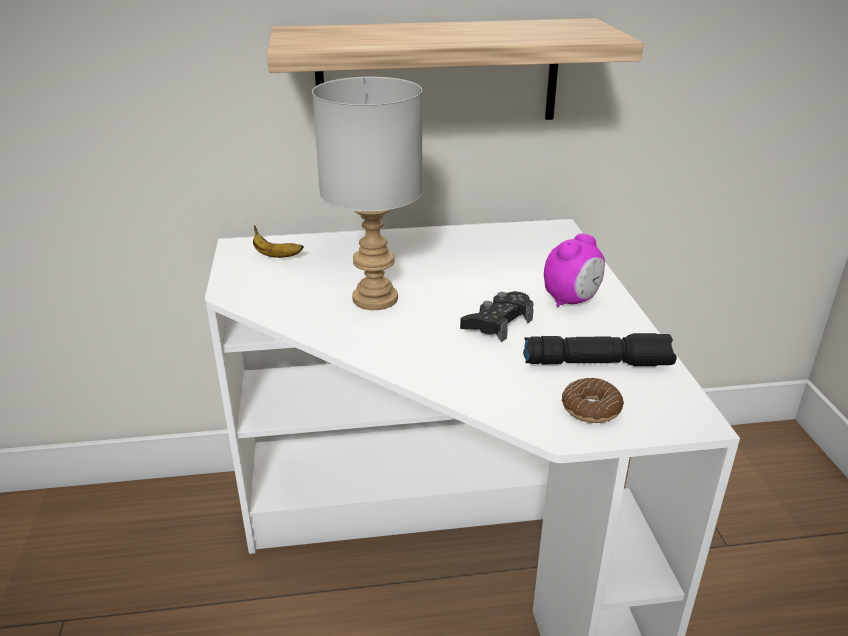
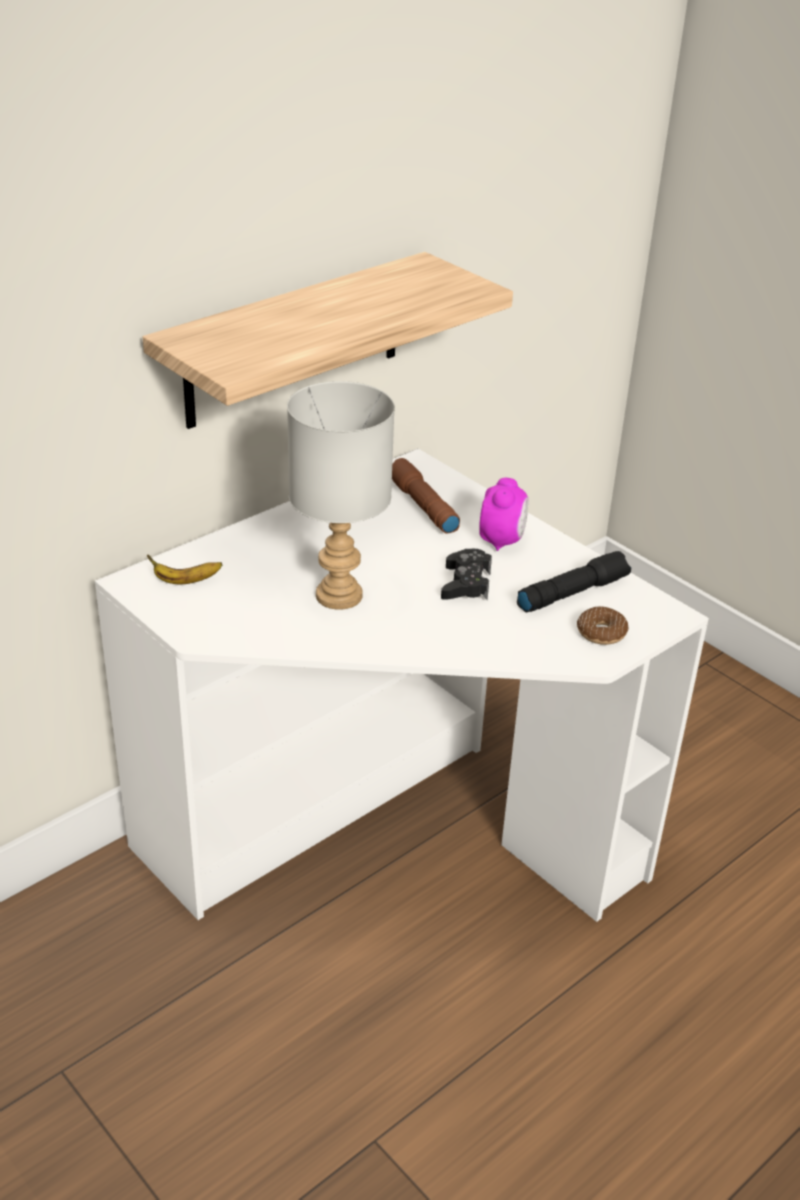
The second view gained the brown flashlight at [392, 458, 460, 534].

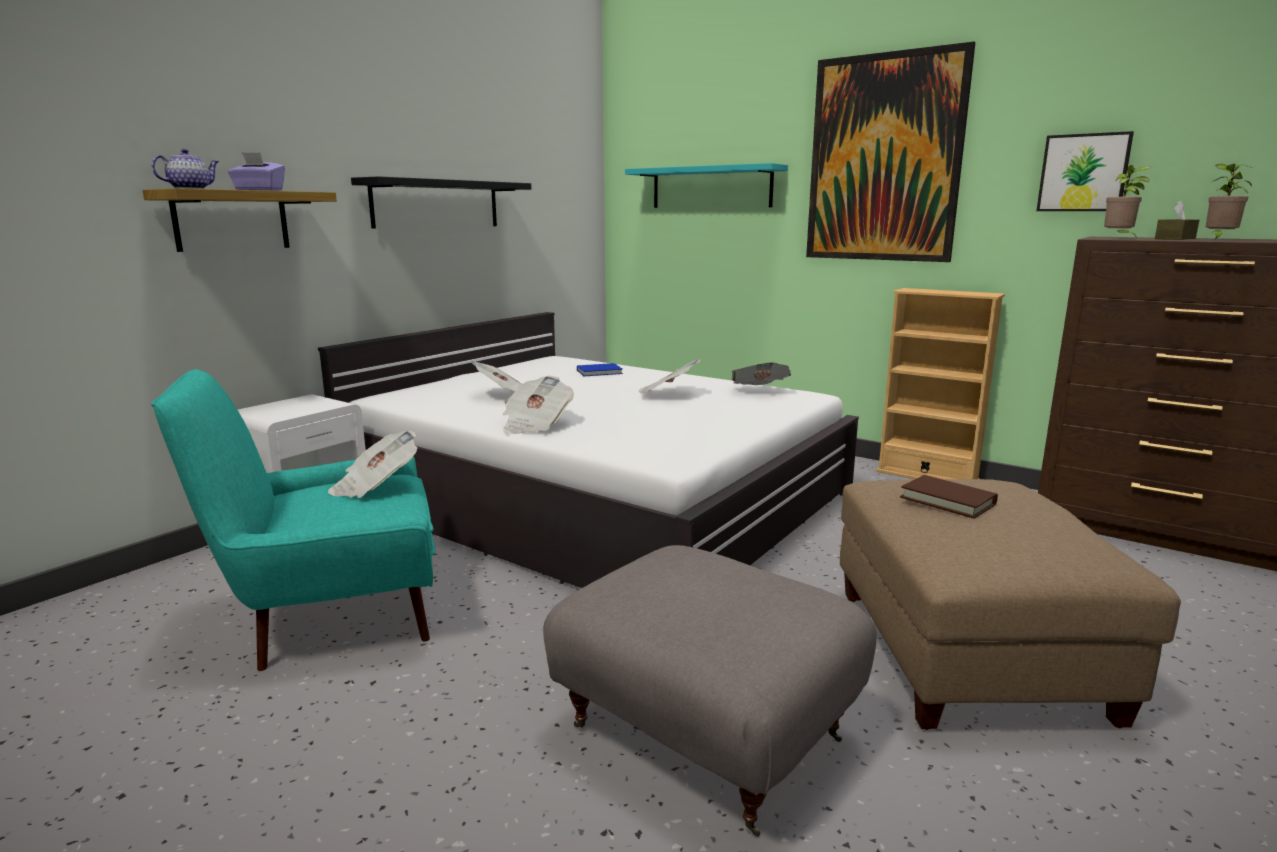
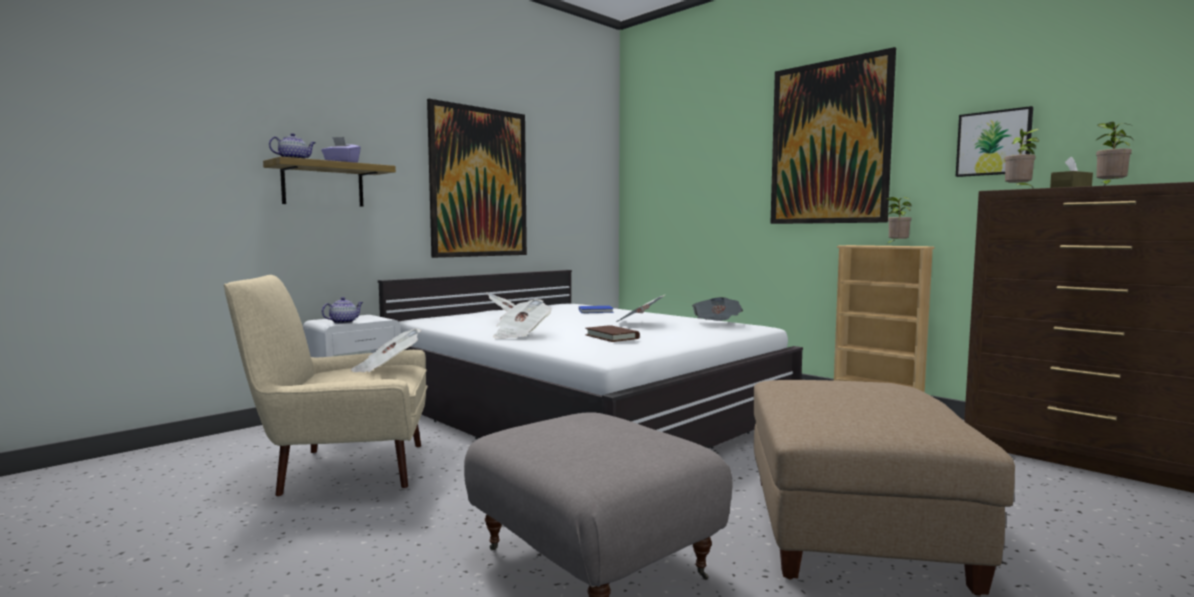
What was the turquoise armchair at [151, 369, 436, 671] turned into the beige armchair at [224, 275, 428, 496].
Where the black shelf hung at [351, 176, 531, 229], the picture came to hang at [427, 99, 527, 258].
The second view lost the turquoise shelf at [625, 163, 788, 208].
The brown book ended up elsewhere, having gone from [900, 475, 998, 519] to [585, 325, 640, 342].
The second view gained the teapot at [321, 297, 363, 324].
The second view gained the potted plant at [886, 197, 912, 245].

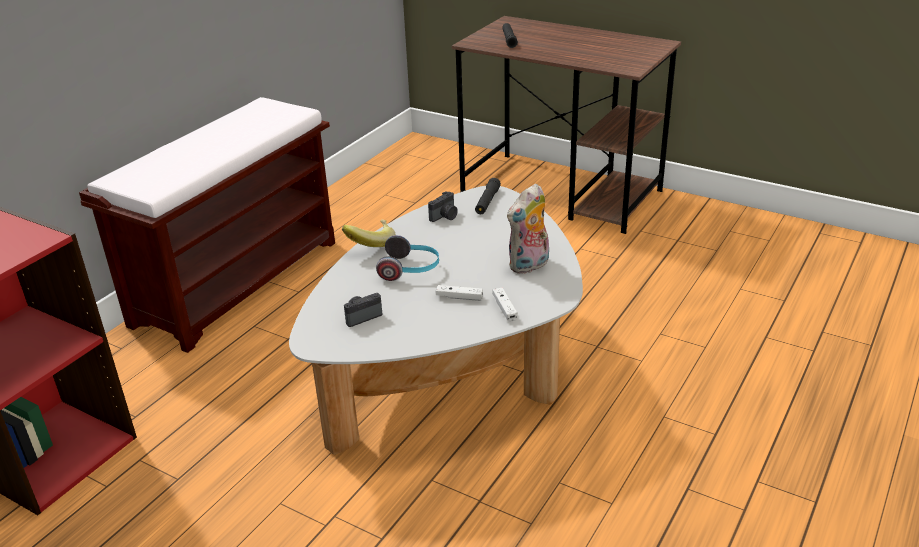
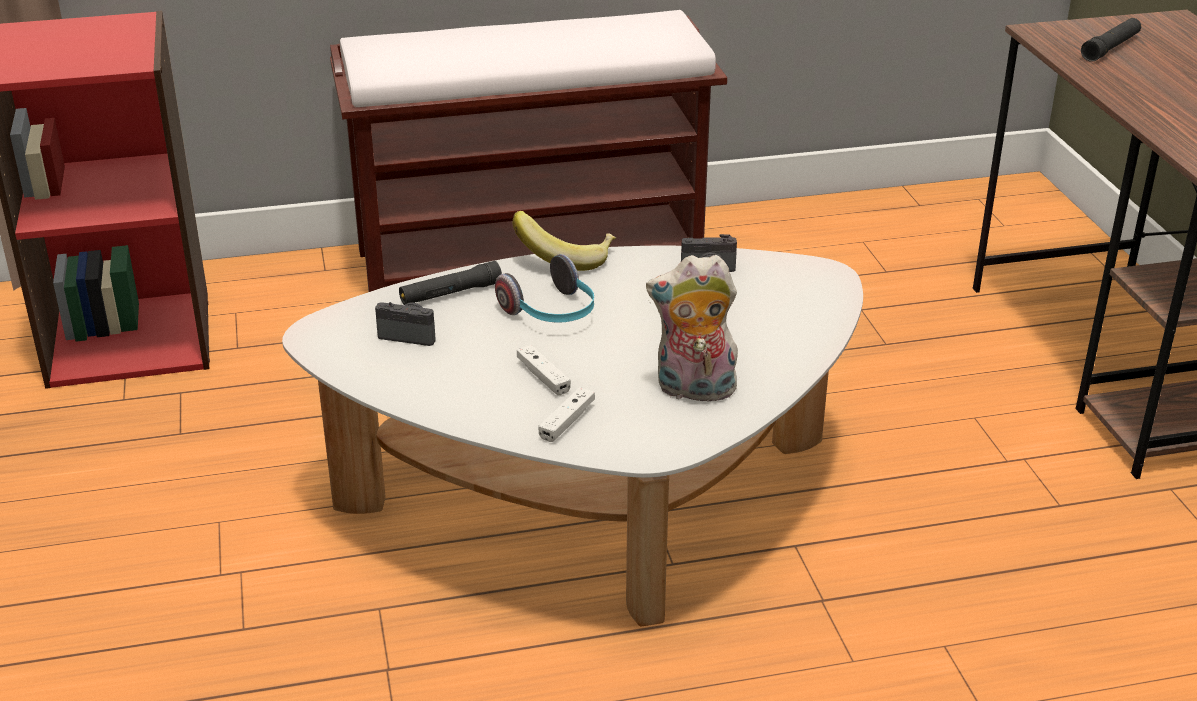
The black flashlight ended up elsewhere, having gone from [475, 178, 501, 214] to [399, 261, 502, 305].

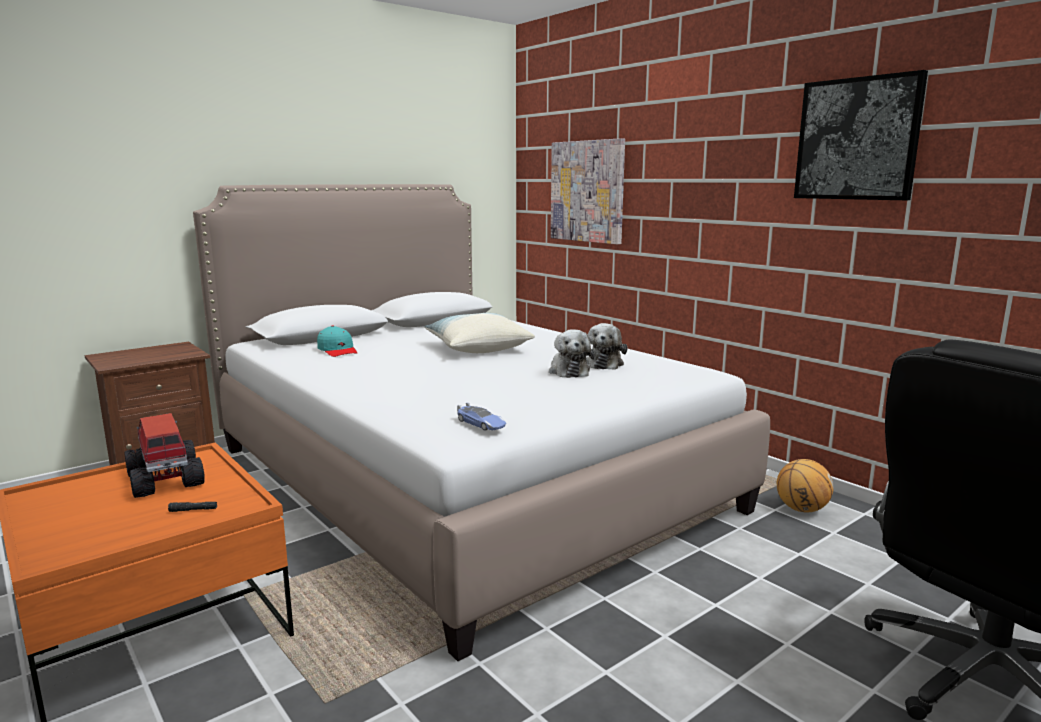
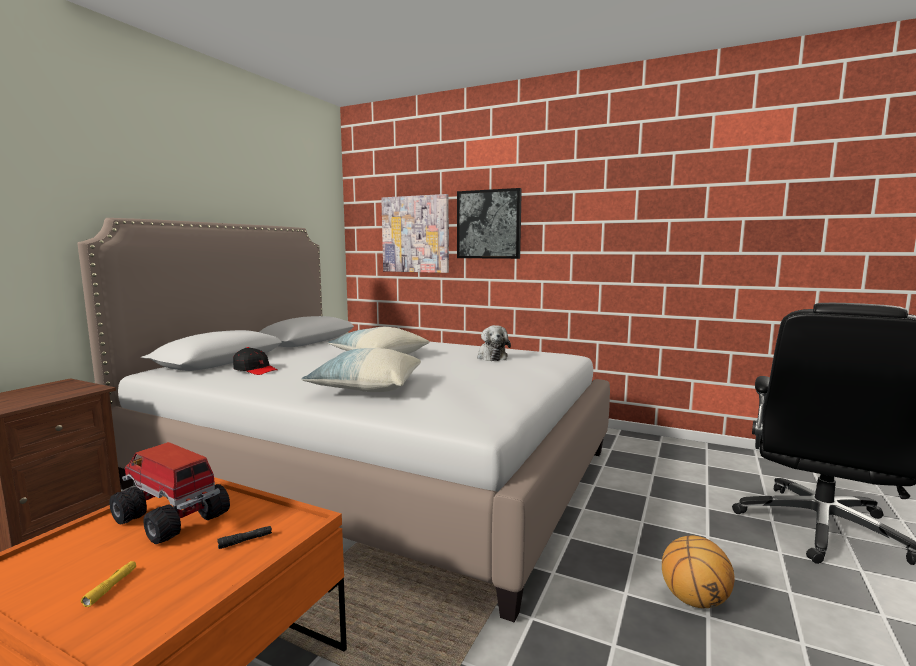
What was the turquoise cap at [317, 326, 357, 357] turned into the black cap at [233, 347, 278, 375].
The second view lost the toy car at [457, 402, 506, 430].
The second view lost the plush toy at [549, 329, 594, 378].
The basketball ended up elsewhere, having gone from [777, 459, 834, 512] to [662, 536, 735, 608].
The picture ended up elsewhere, having gone from [794, 70, 928, 200] to [457, 188, 522, 259].
The second view gained the yellow flashlight at [81, 561, 136, 607].
The second view gained the pillow at [301, 348, 421, 392].

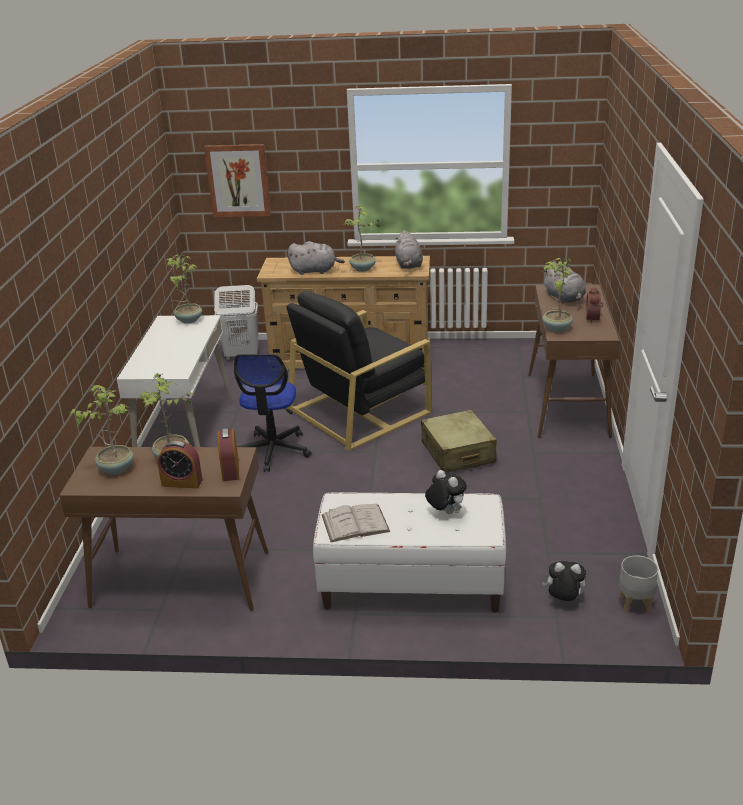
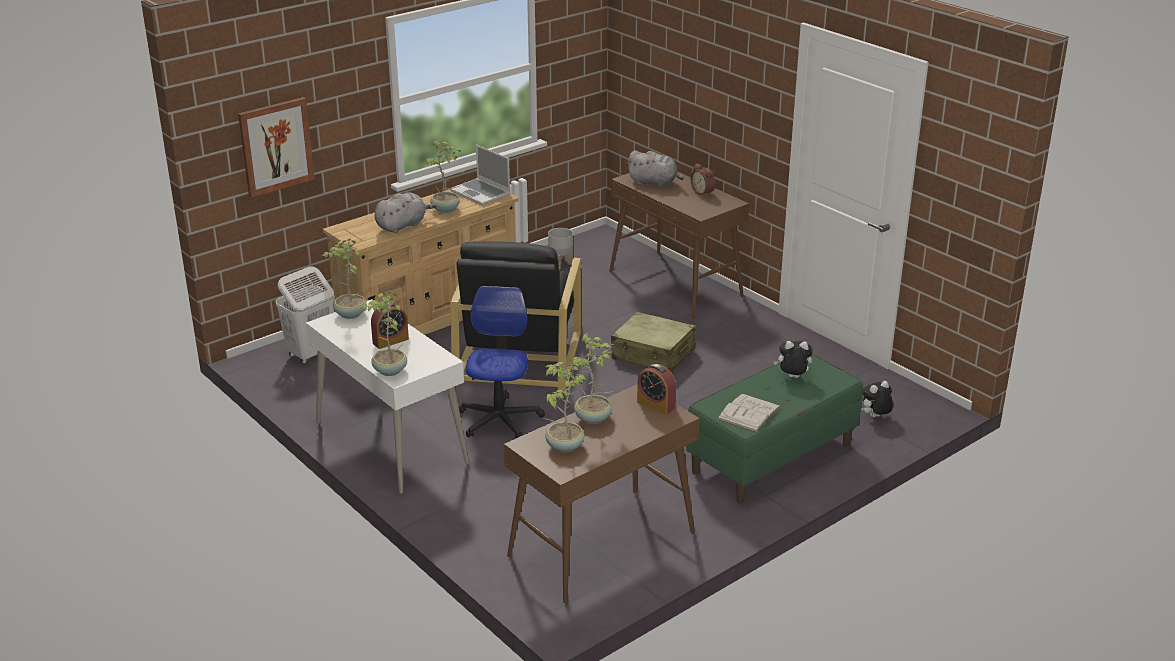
The alarm clock ended up elsewhere, having gone from [157, 440, 203, 488] to [371, 304, 409, 349].
The office chair at [234, 354, 311, 472] ended up facing another way, 135 degrees counterclockwise from before.
What was the white bench at [313, 492, 506, 613] turned into the green bench at [686, 354, 863, 504].
Where the grey plush toy stood at [395, 230, 423, 269], the laptop came to stand at [450, 145, 511, 205].
The potted plant ended up elsewhere, having gone from [542, 258, 573, 332] to [360, 291, 407, 376].
The grey planter ended up elsewhere, having gone from [619, 555, 658, 613] to [548, 228, 573, 269].

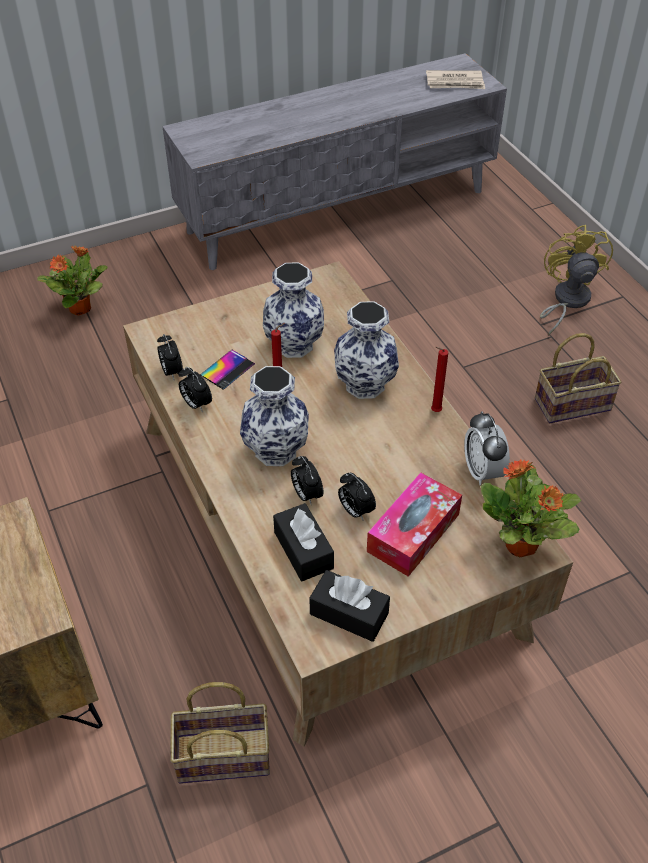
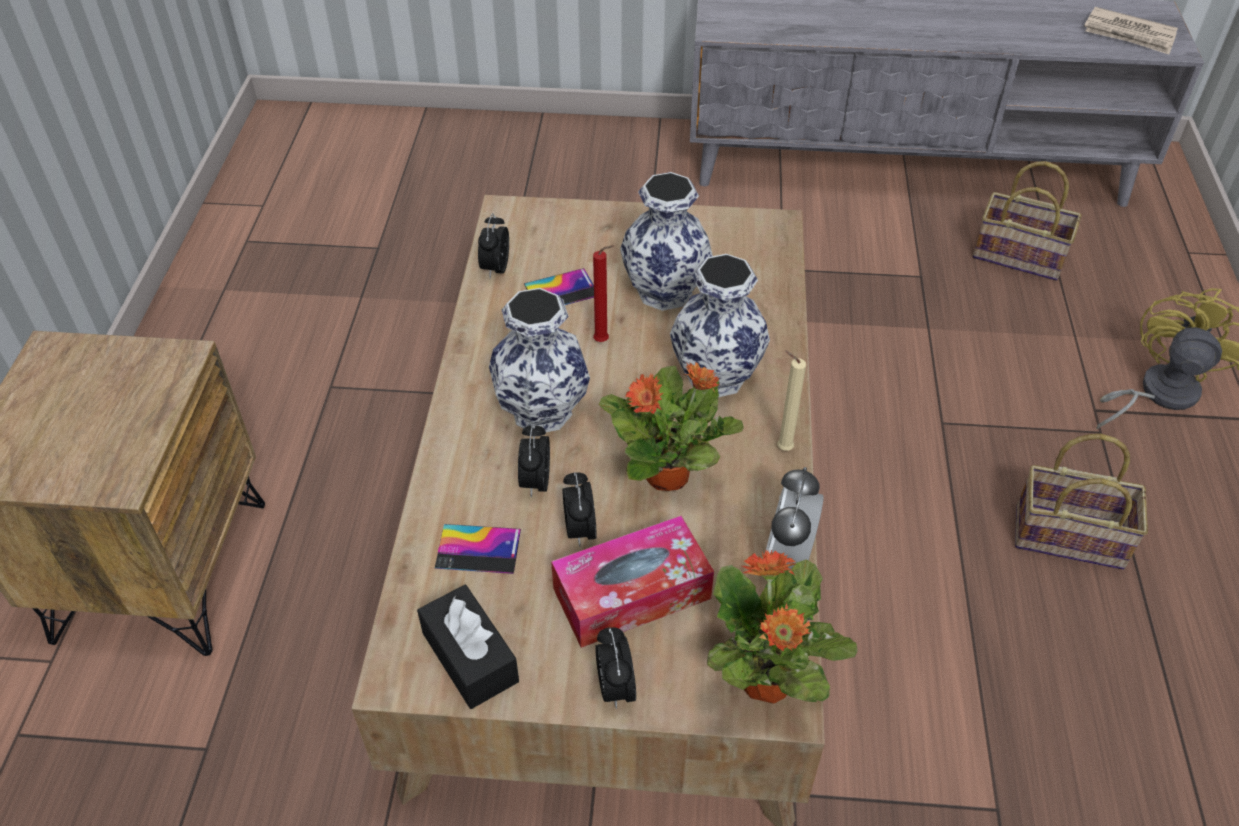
The potted plant ended up elsewhere, having gone from [37, 245, 107, 316] to [599, 362, 744, 491].
The basket ended up elsewhere, having gone from [170, 682, 270, 784] to [973, 161, 1082, 281].
The alarm clock ended up elsewhere, having gone from [179, 367, 212, 412] to [595, 627, 636, 709].
Where the black tissue box stood at [273, 503, 334, 581], the phone came to stand at [435, 524, 521, 574].
What was the red candle at [431, 347, 448, 412] turned into the beige candle at [777, 350, 806, 451].

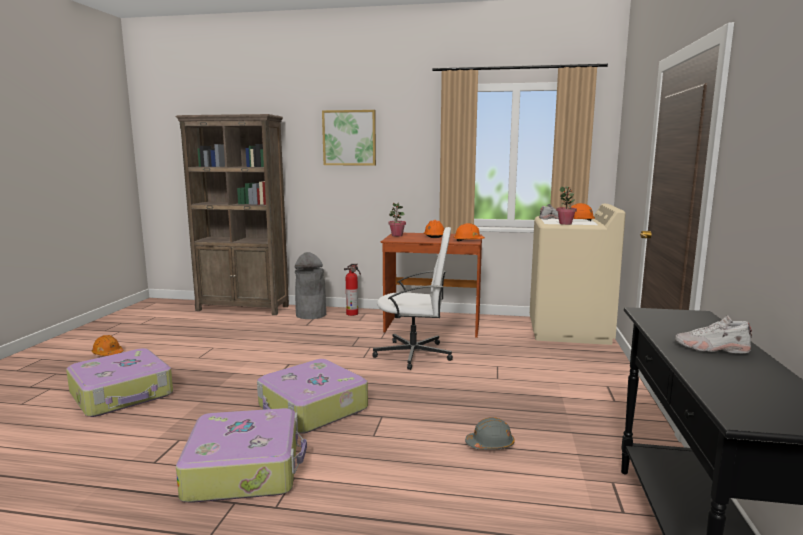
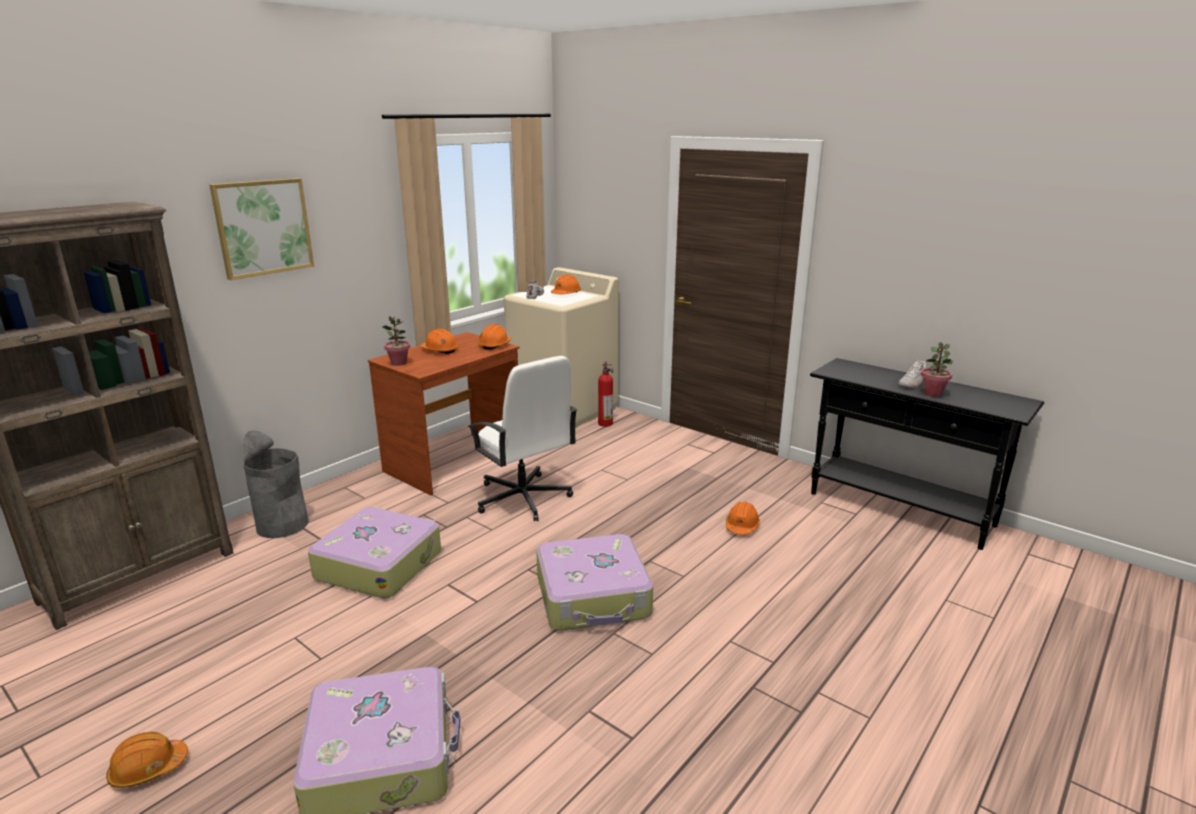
The suitcase ended up elsewhere, having gone from [176, 408, 307, 503] to [308, 507, 441, 599].
The fire extinguisher ended up elsewhere, having gone from [344, 264, 361, 316] to [598, 362, 613, 427].
The white office chair at [372, 227, 453, 370] ended up facing another way, 105 degrees clockwise from before.
What was the grey hard hat at [465, 417, 515, 450] turned into the orange hard hat at [726, 502, 760, 535].
The potted plant ended up elsewhere, having gone from [556, 186, 577, 225] to [921, 342, 953, 397].

